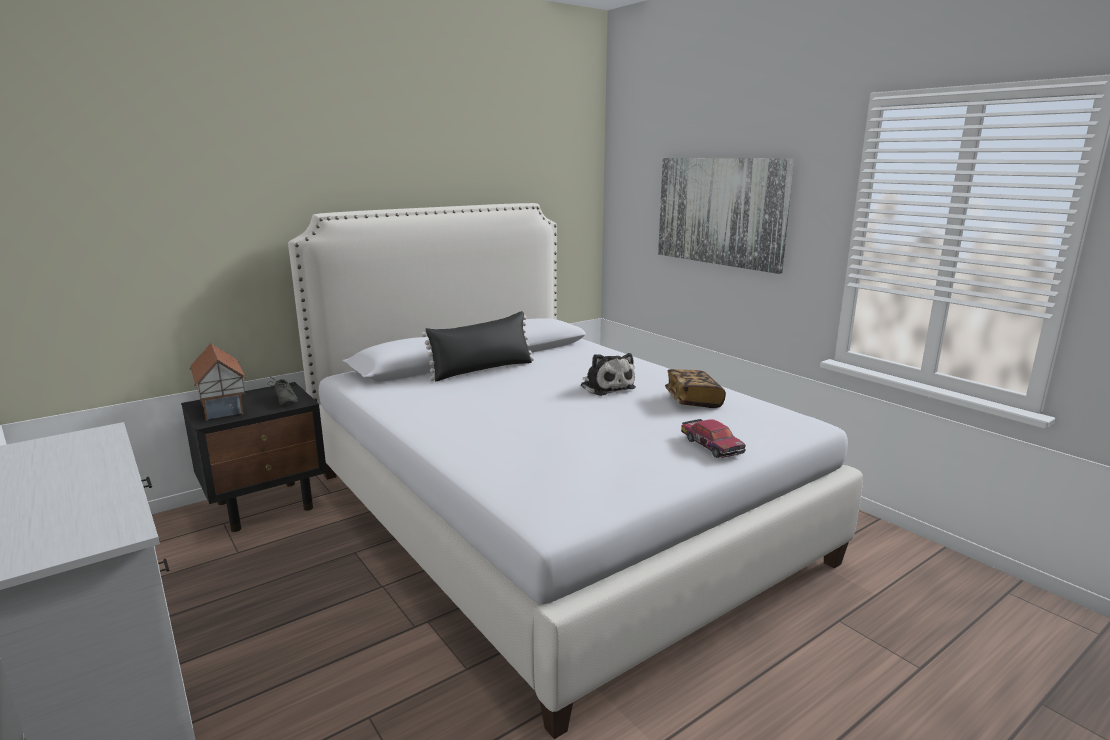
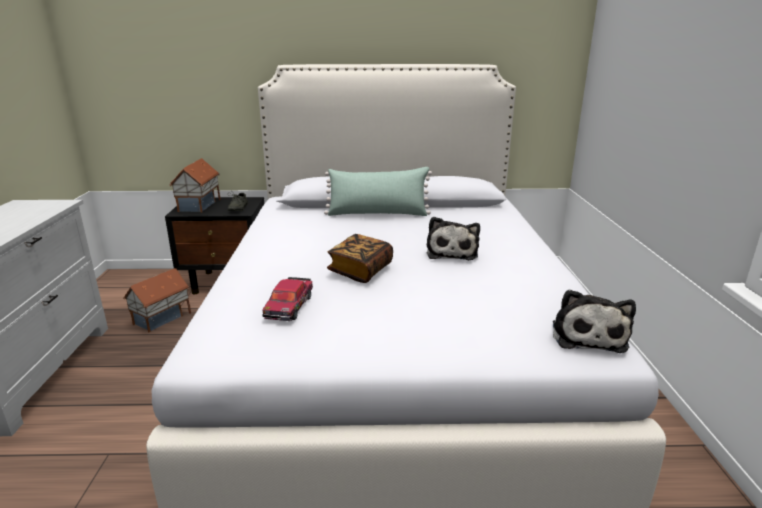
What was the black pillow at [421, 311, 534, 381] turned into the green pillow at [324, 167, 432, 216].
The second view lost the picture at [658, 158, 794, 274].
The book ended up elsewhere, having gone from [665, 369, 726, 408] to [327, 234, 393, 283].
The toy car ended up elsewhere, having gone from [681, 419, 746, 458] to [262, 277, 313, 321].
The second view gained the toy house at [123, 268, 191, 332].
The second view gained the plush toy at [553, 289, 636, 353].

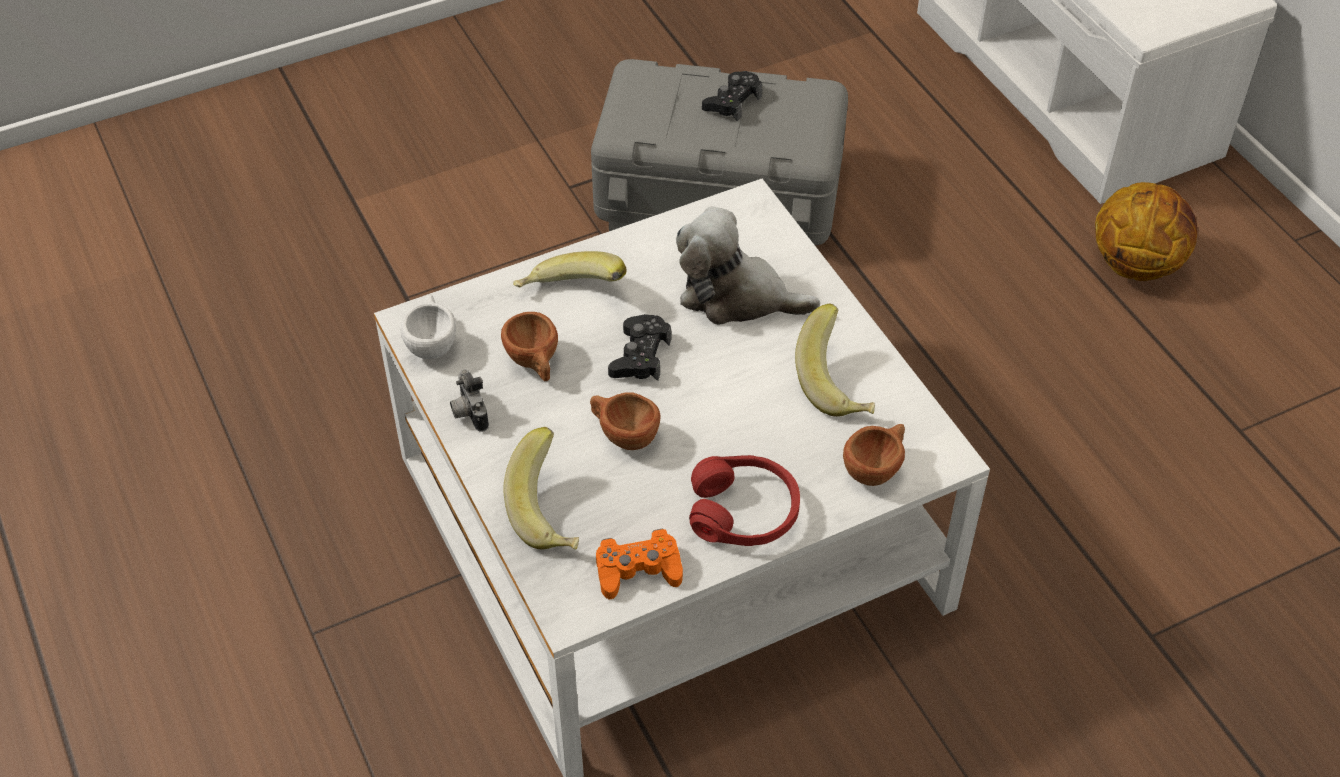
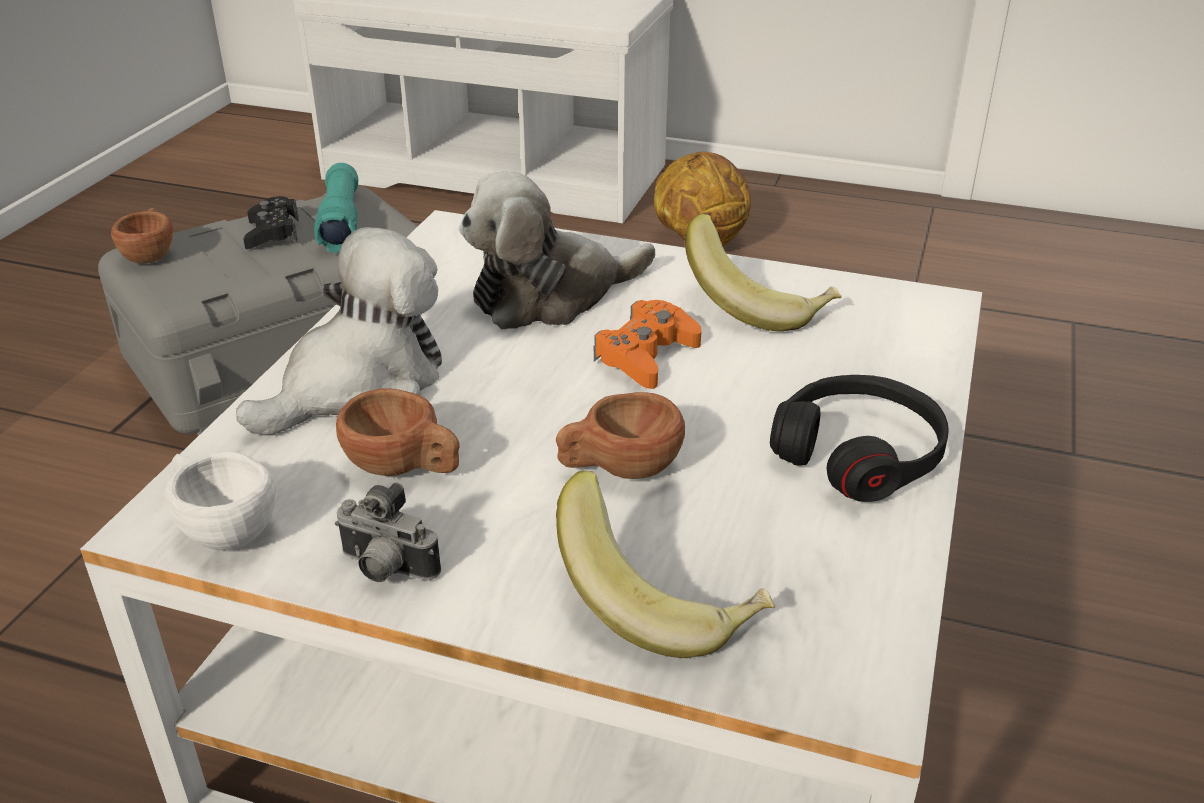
Where the banana stood at [514, 251, 627, 288], the plush toy came to stand at [236, 227, 442, 434].
The orange game controller ended up elsewhere, having gone from [596, 528, 683, 599] to [594, 300, 701, 389].
The second view lost the black game controller at [608, 314, 671, 381].
What was the red headphones at [689, 455, 800, 546] turned into the black headphones at [770, 375, 949, 502].
The brown cup ended up elsewhere, having gone from [843, 424, 905, 486] to [111, 208, 173, 264].
The second view gained the turquoise flashlight at [314, 163, 358, 253].

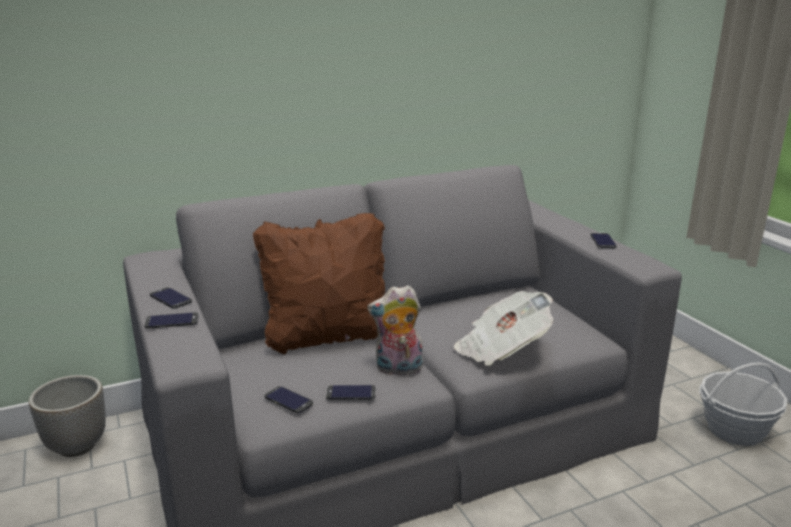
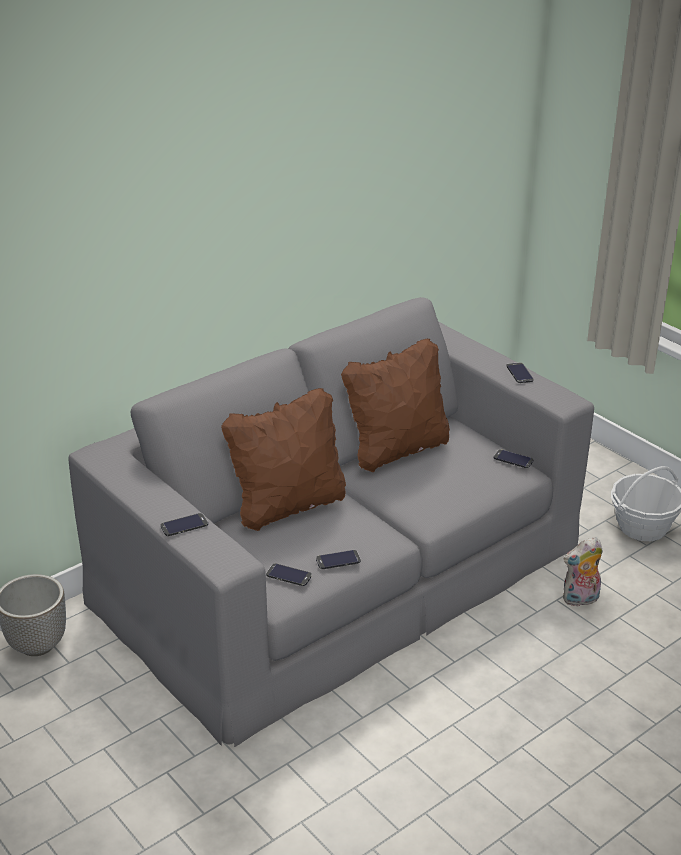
The phone ended up elsewhere, having gone from [150, 287, 192, 308] to [493, 449, 533, 468].
The plush toy ended up elsewhere, having gone from [367, 285, 423, 375] to [563, 537, 603, 607].
The second view lost the newspaper at [454, 291, 554, 366].
The second view gained the brown pillow at [341, 339, 450, 472].

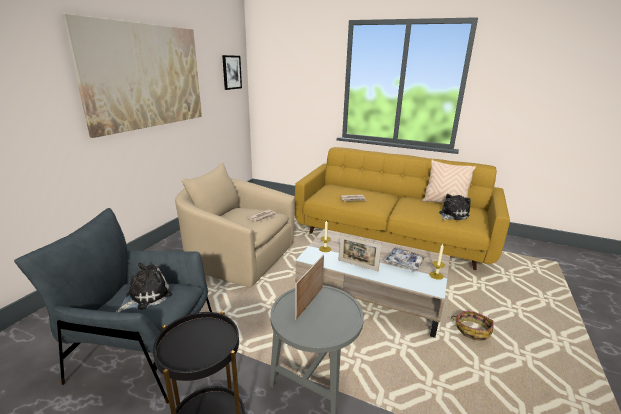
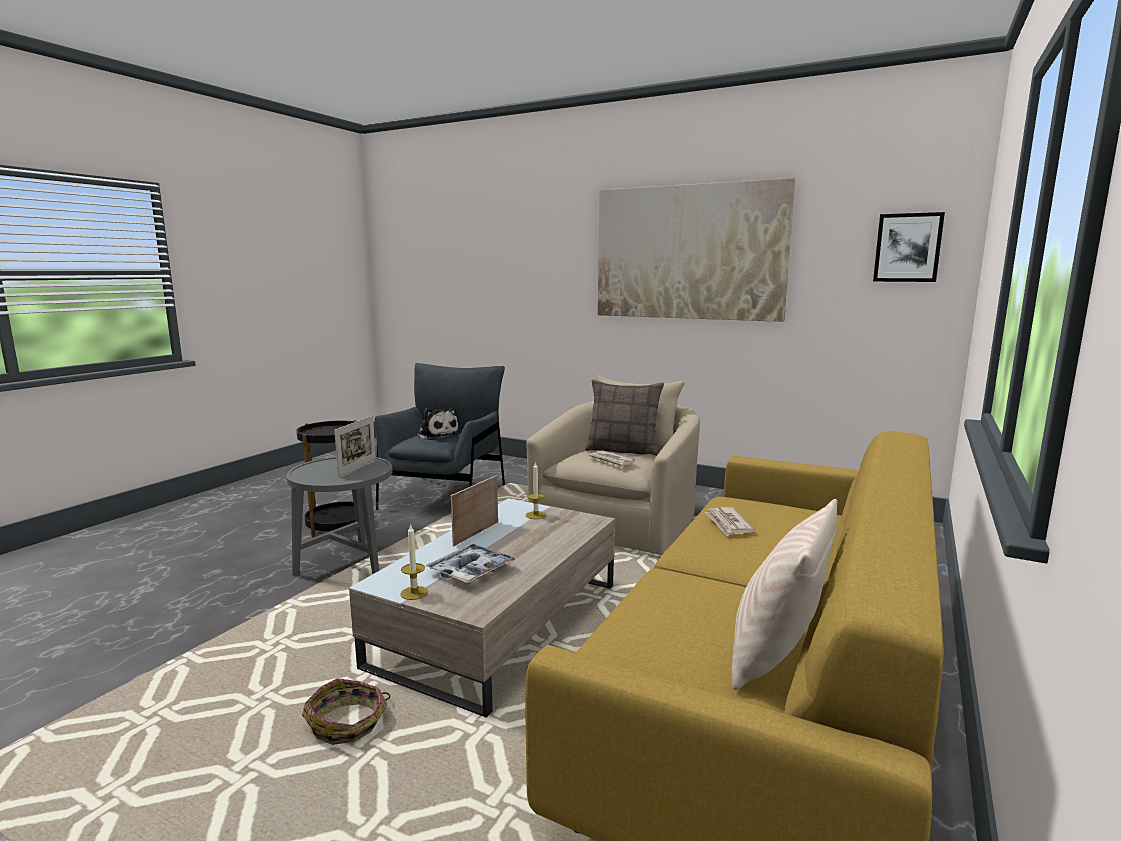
The picture frame at [295, 254, 324, 320] ended up facing another way, 75 degrees clockwise from before.
The second view lost the plush toy at [439, 194, 471, 220].
The second view gained the pillow at [585, 379, 664, 456].

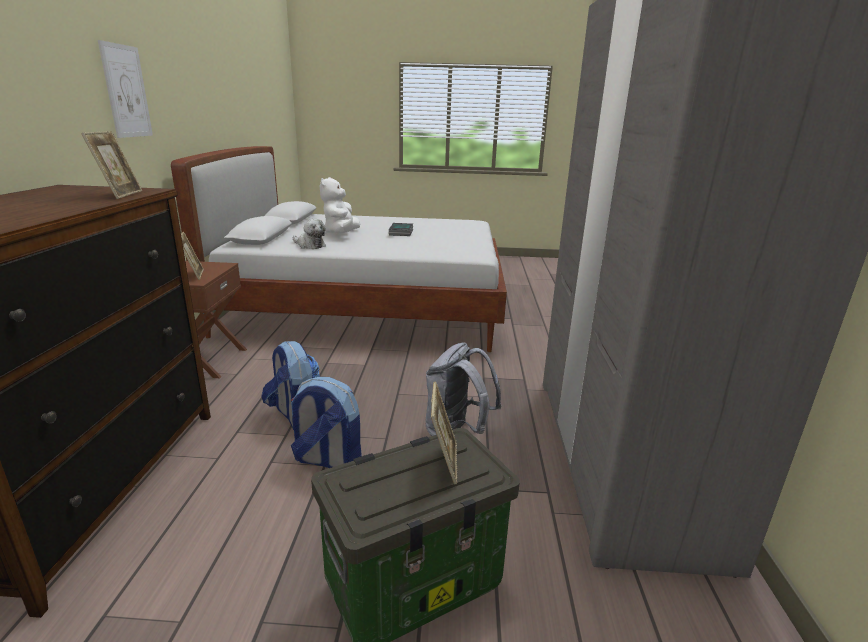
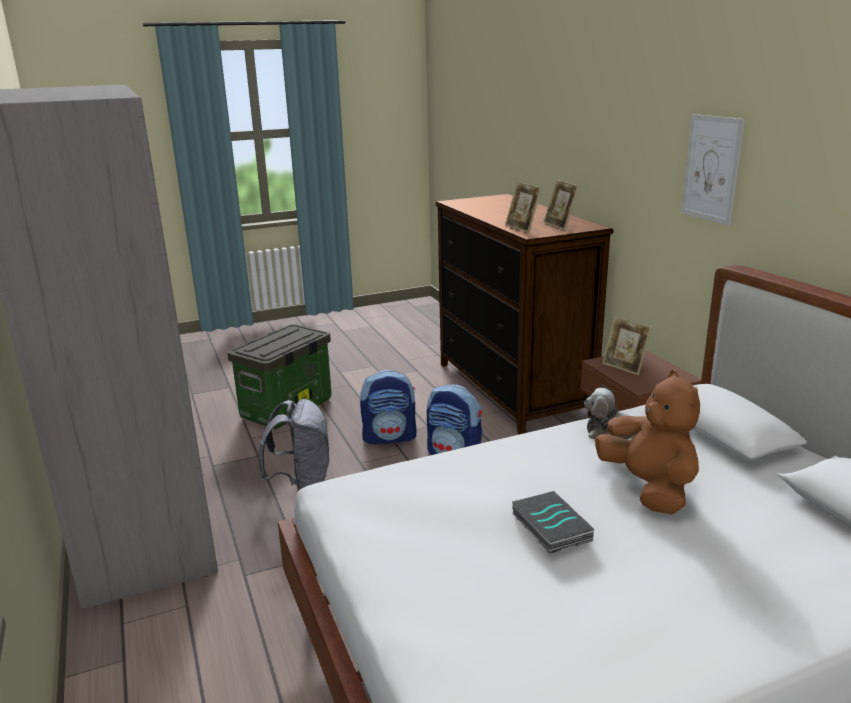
What was the white plush toy at [320, 177, 360, 234] turned into the brown plush toy at [595, 370, 700, 514].
The picture frame ended up elsewhere, having gone from [431, 381, 458, 484] to [543, 180, 579, 230].

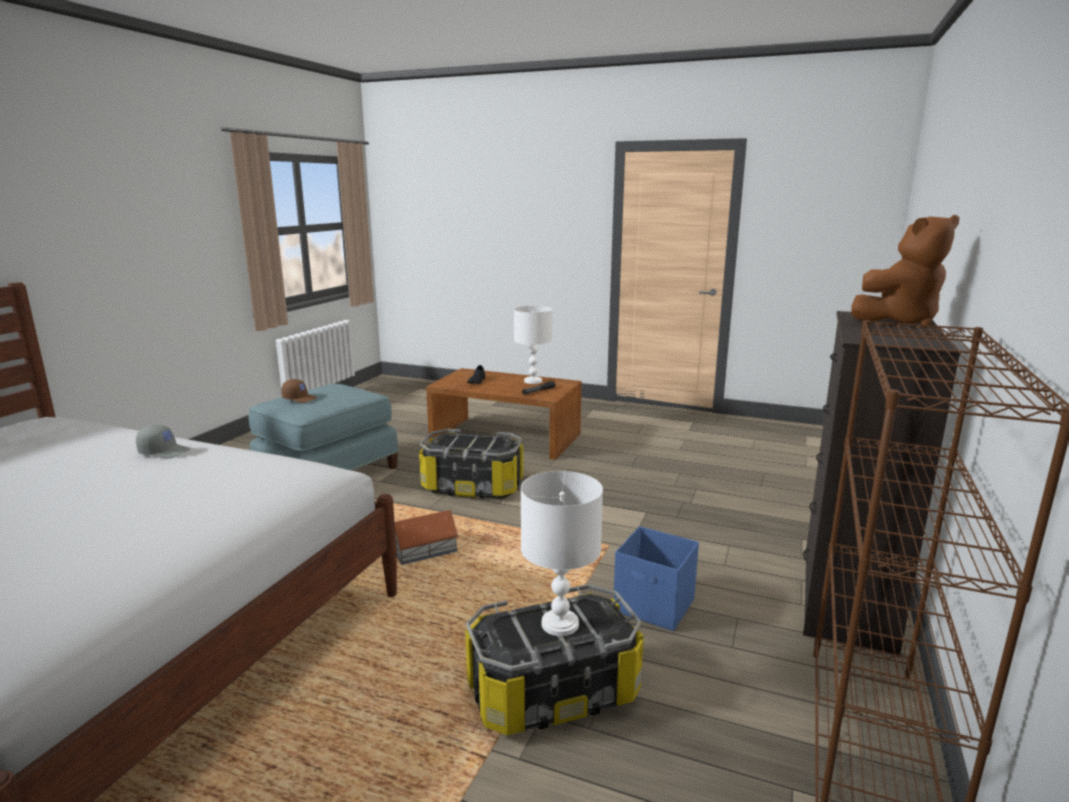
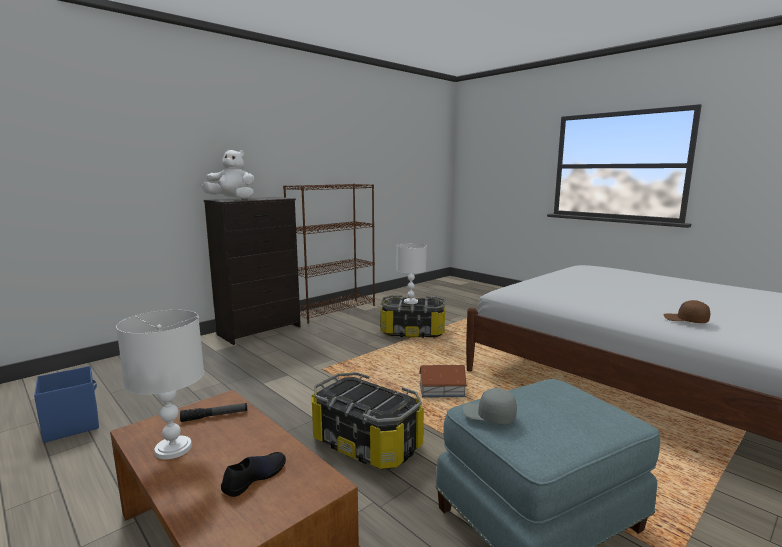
The grey cap ended up elsewhere, having gone from [136, 425, 190, 458] to [463, 388, 517, 424].
The brown cap ended up elsewhere, having gone from [281, 379, 317, 403] to [663, 300, 710, 323].
The blue storage box ended up elsewhere, having gone from [613, 526, 699, 631] to [34, 366, 99, 443].
What was the brown plush toy at [851, 215, 960, 328] turned into the white plush toy at [202, 149, 255, 199].

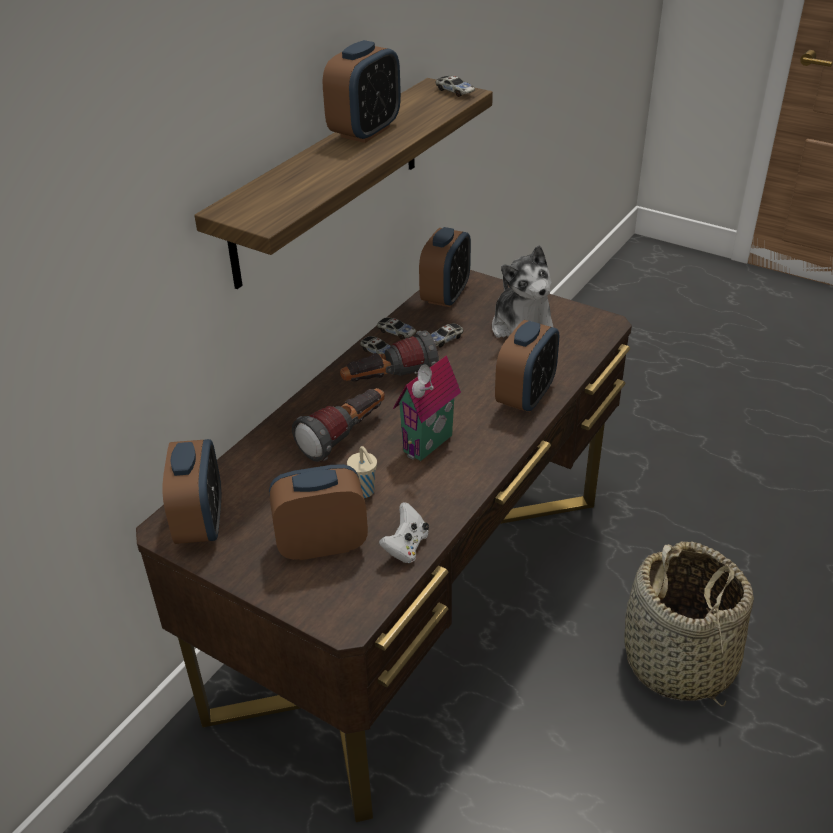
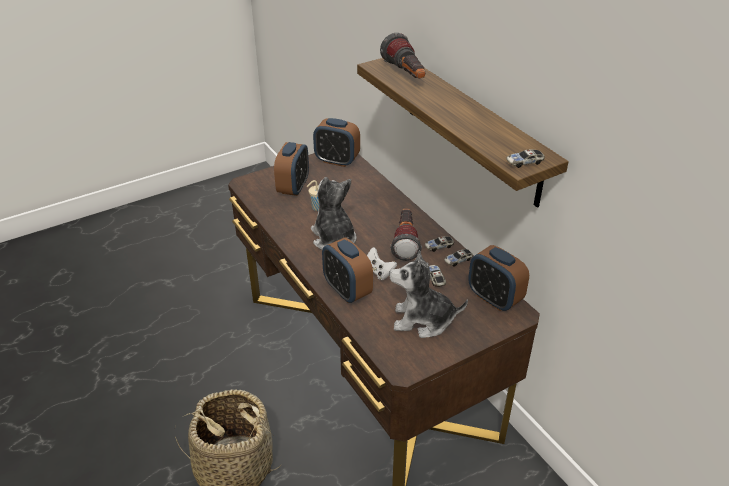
The flashlight ended up elsewhere, having gone from [292, 388, 385, 462] to [380, 33, 425, 78].
The second view lost the alarm clock at [323, 40, 401, 143].
The white game controller ended up elsewhere, having gone from [379, 502, 429, 563] to [367, 247, 397, 280].
Where the toy house stood at [393, 355, 461, 461], the plush toy came to stand at [311, 177, 357, 250].

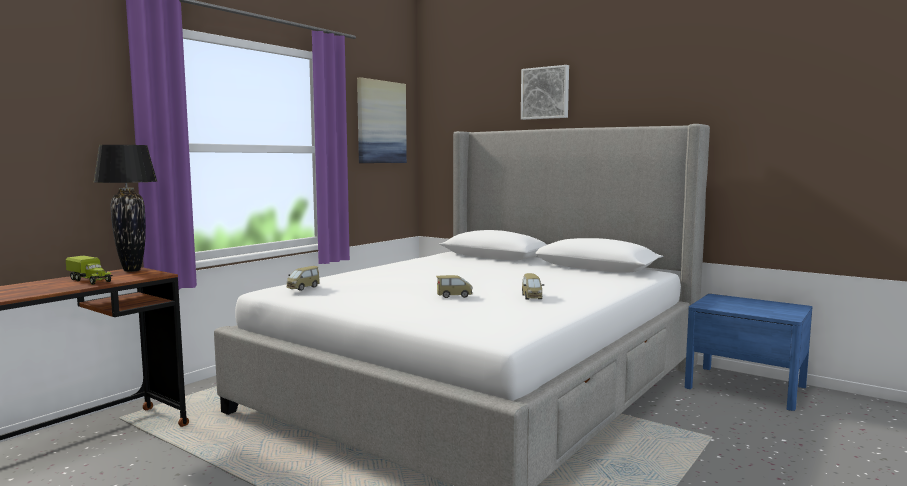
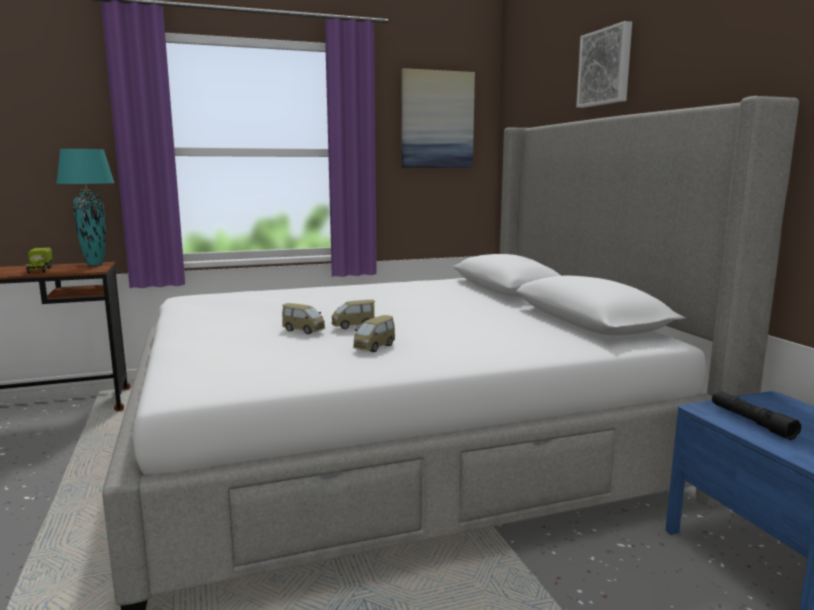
What was the black table lamp at [93, 145, 157, 272] turned into the turquoise table lamp at [56, 149, 115, 266].
The toy car ended up elsewhere, having gone from [286, 266, 320, 291] to [331, 300, 375, 329].
The second view gained the black flashlight at [712, 391, 801, 440].

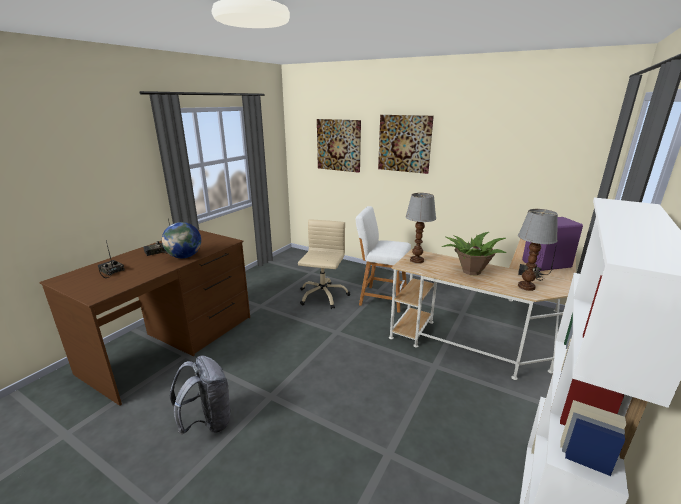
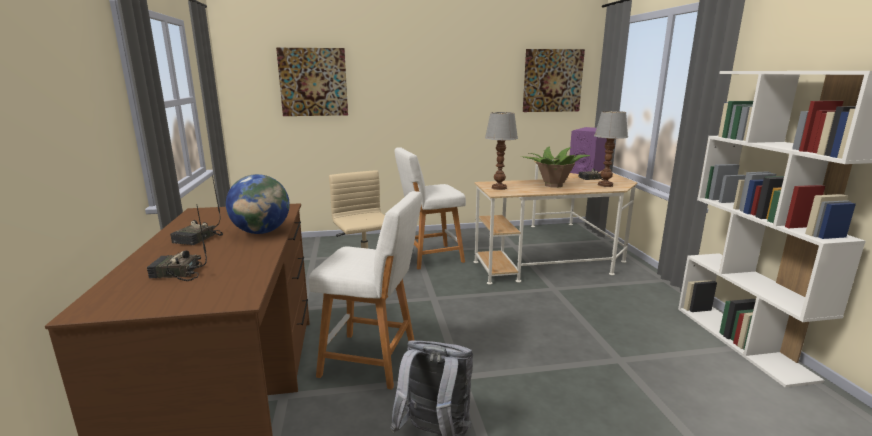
The picture ended up elsewhere, having gone from [378, 115, 434, 174] to [523, 49, 585, 112].
The second view gained the white stool at [309, 191, 422, 390].

